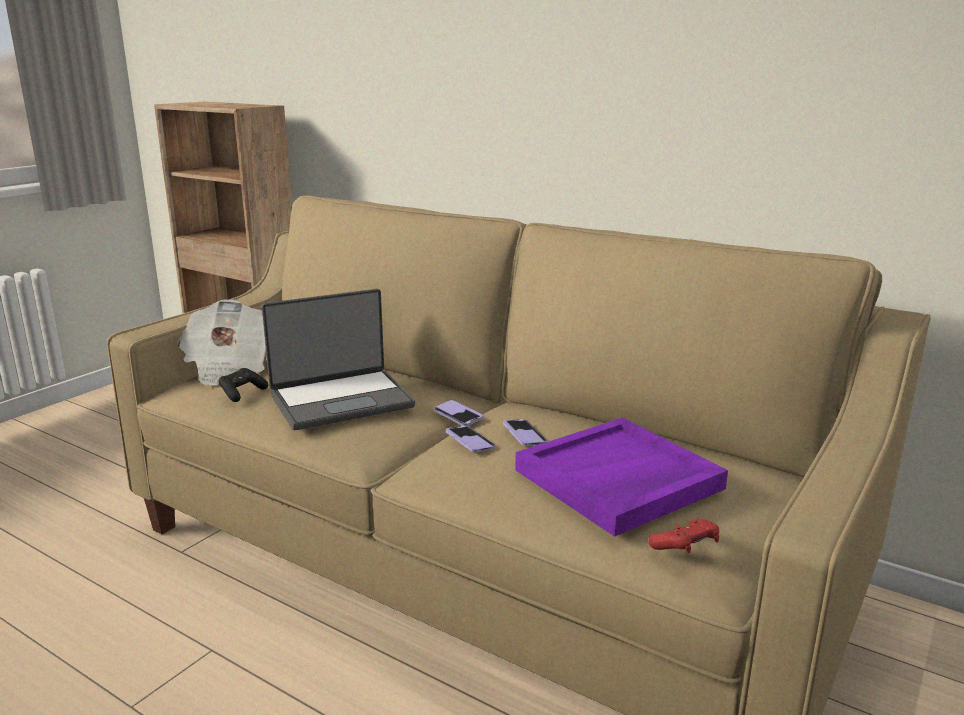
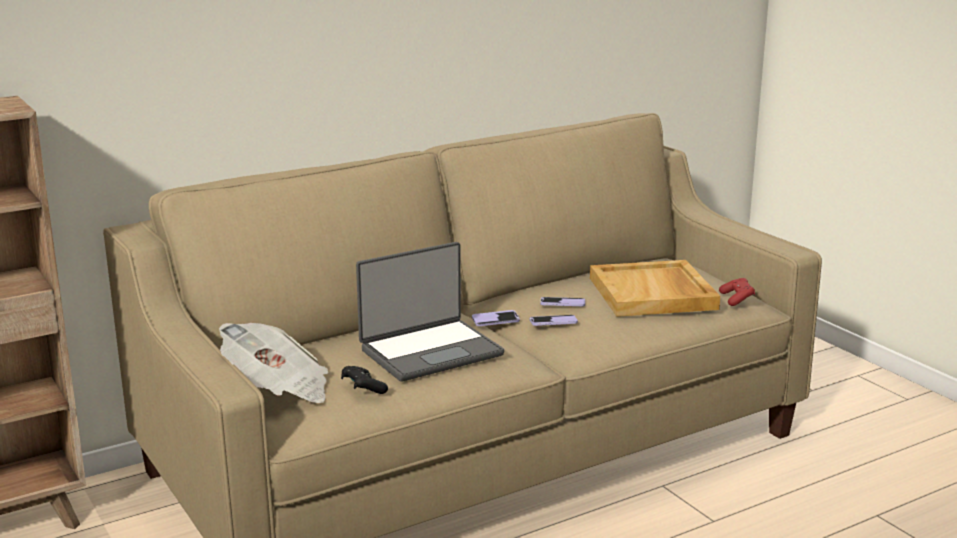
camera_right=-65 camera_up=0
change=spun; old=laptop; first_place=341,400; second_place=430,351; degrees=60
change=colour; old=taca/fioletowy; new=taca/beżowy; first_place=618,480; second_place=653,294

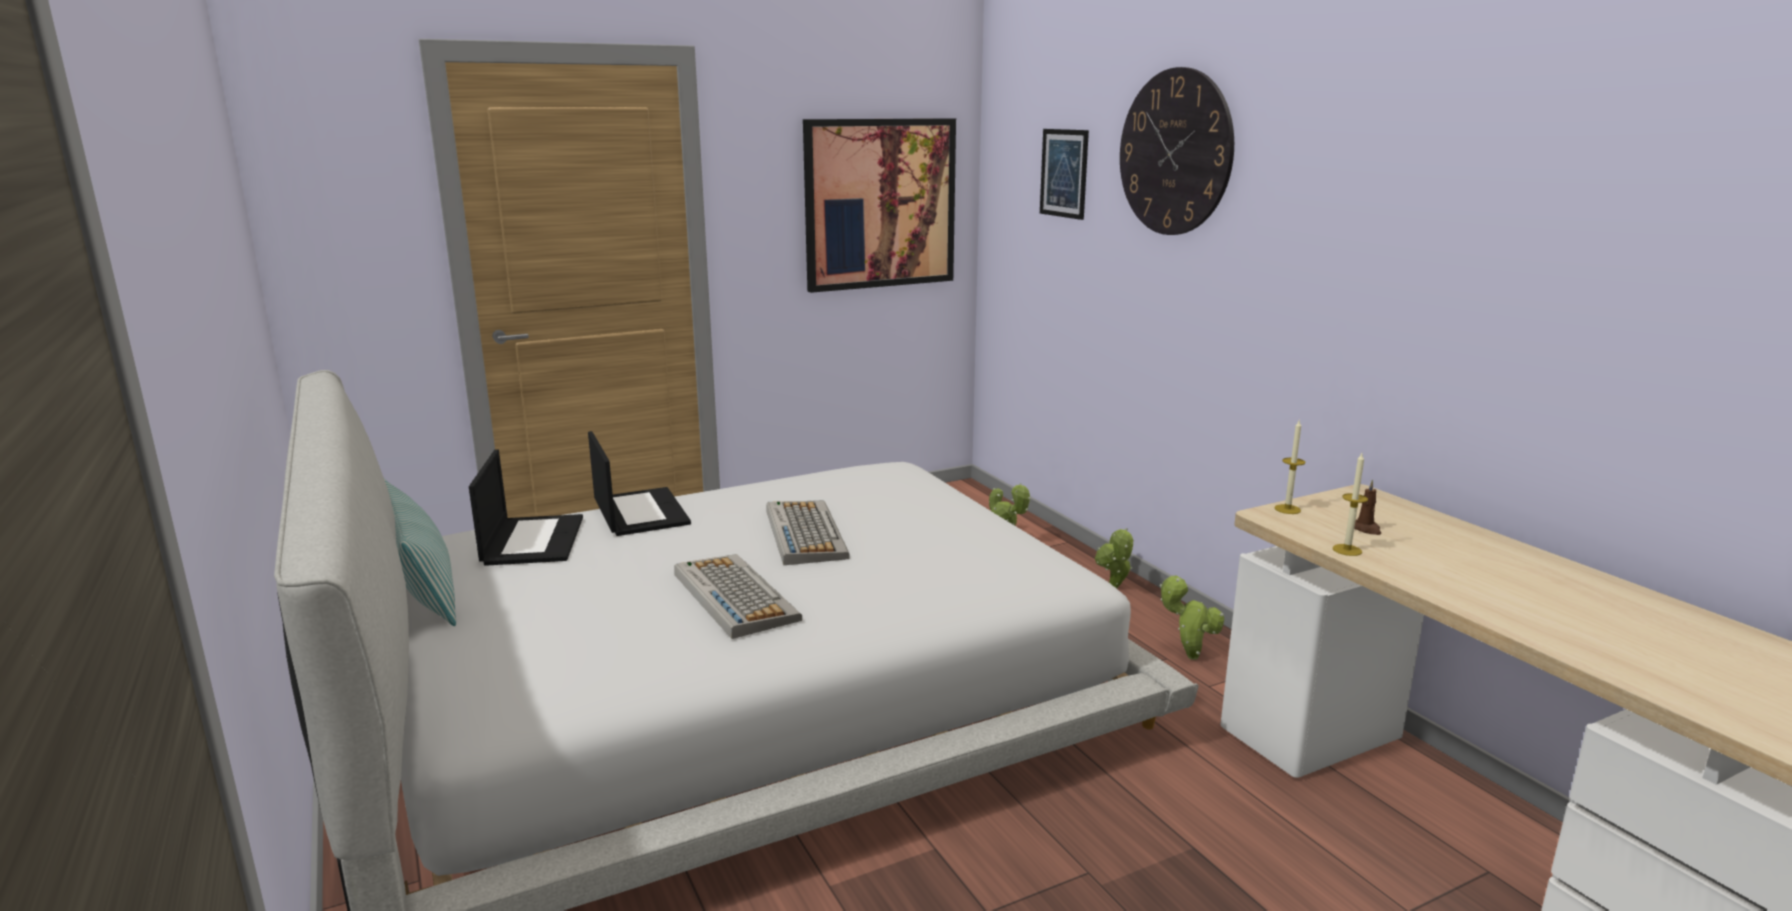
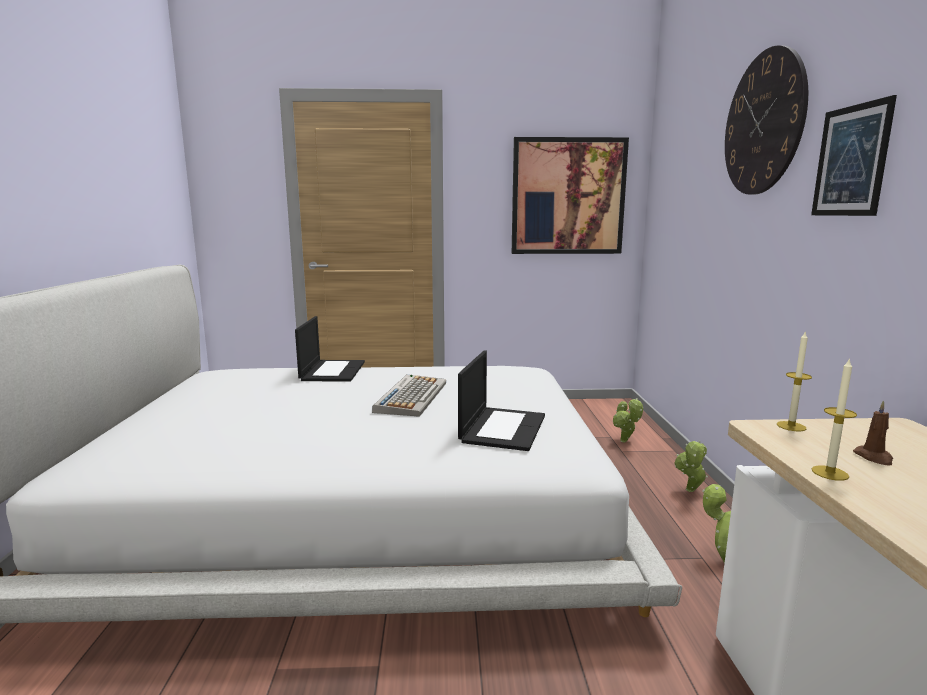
camera_right=25 camera_up=-5
change=missing; old=poduszka; first_place=423,588
change=relocated; old=laptop; first_place=532,540; second_place=502,428
change=missing; old=klawiatura; first_place=733,596
change=relocated; old=obraz; first_place=1064,173; second_place=851,161

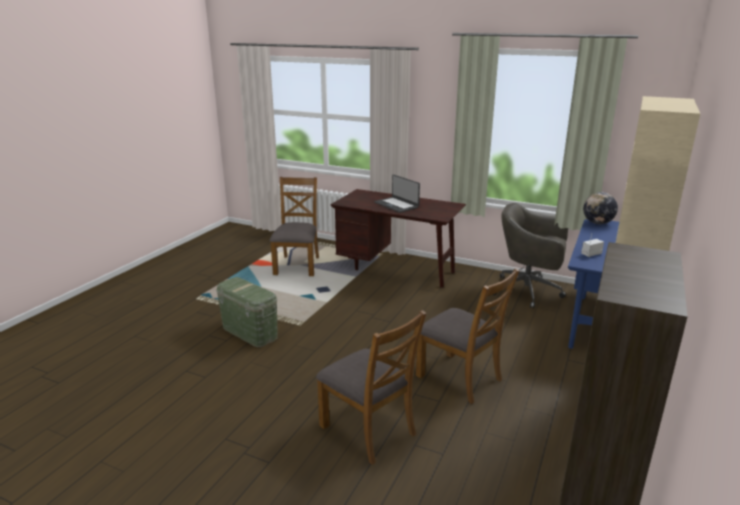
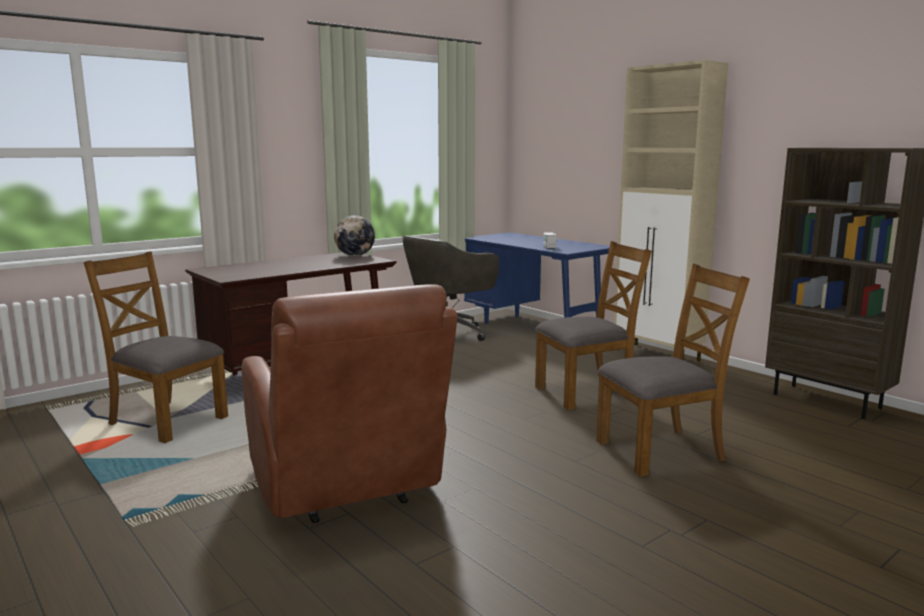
camera_right=-65 camera_up=-10
change=exchanged; old=pojemnik do przechowywania/zielony; new=fotel/brązowy; first_place=249,332; second_place=346,489
change=missing; old=laptop; first_place=396,205
change=relocated; old=globus; first_place=597,223; second_place=355,255

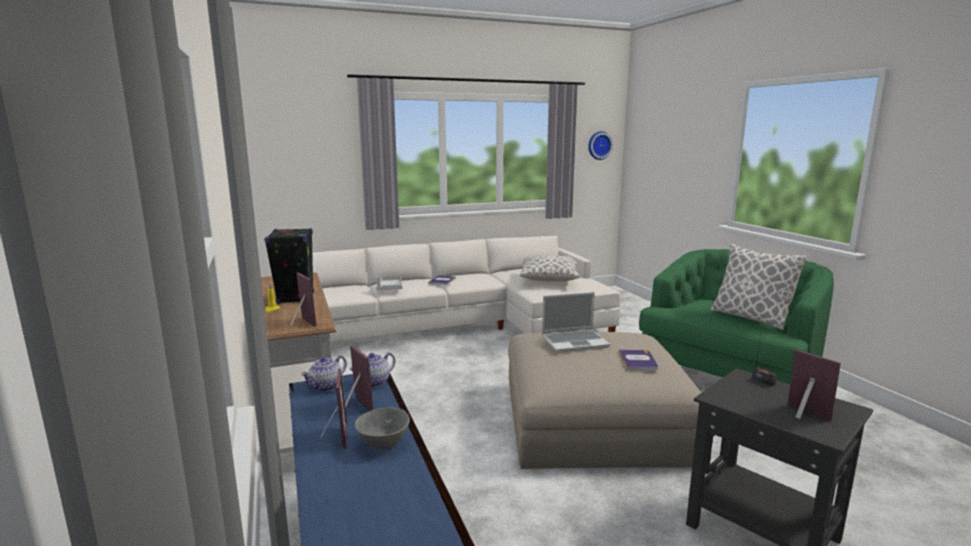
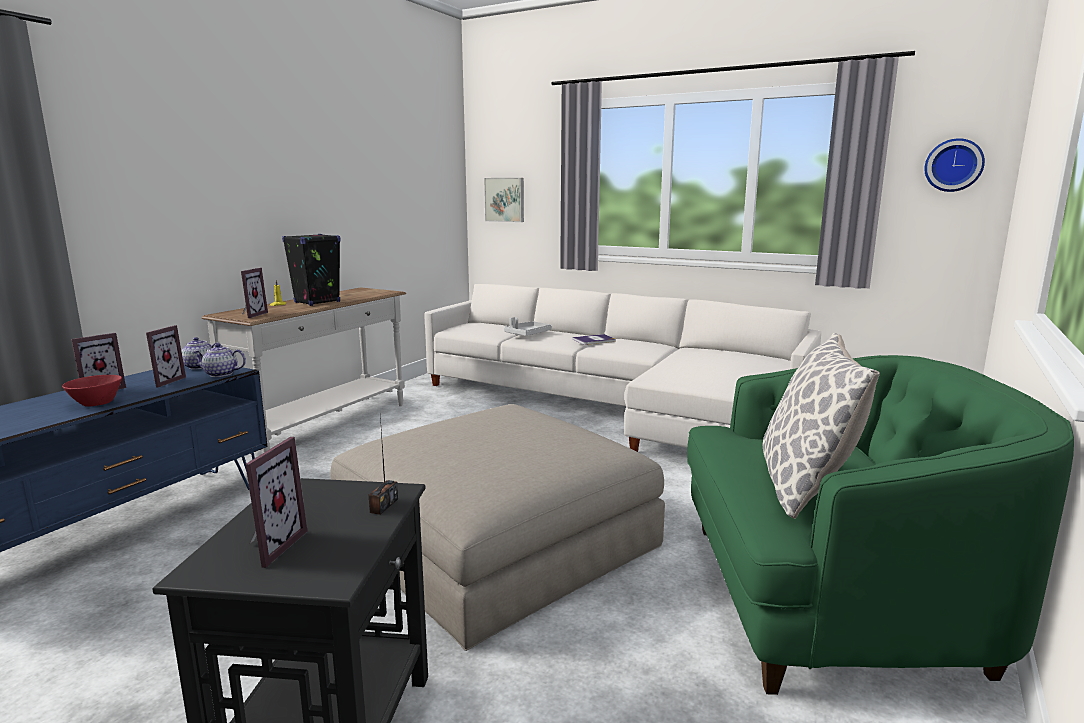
camera_right=50 camera_up=0
change=colour; old=miska/szary; new=miska/czerwony; first_place=382,443; second_place=96,403
change=missing; old=poduszka; first_place=549,280
change=missing; old=laptop; first_place=575,342
change=missing; old=książka; first_place=637,360
change=appeared; new=obraz; second_place=505,199

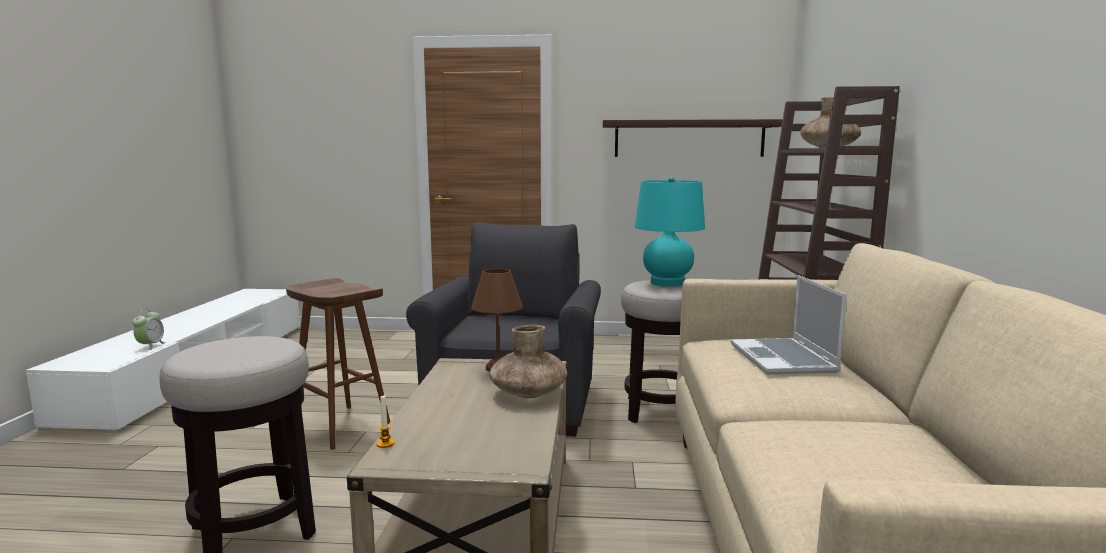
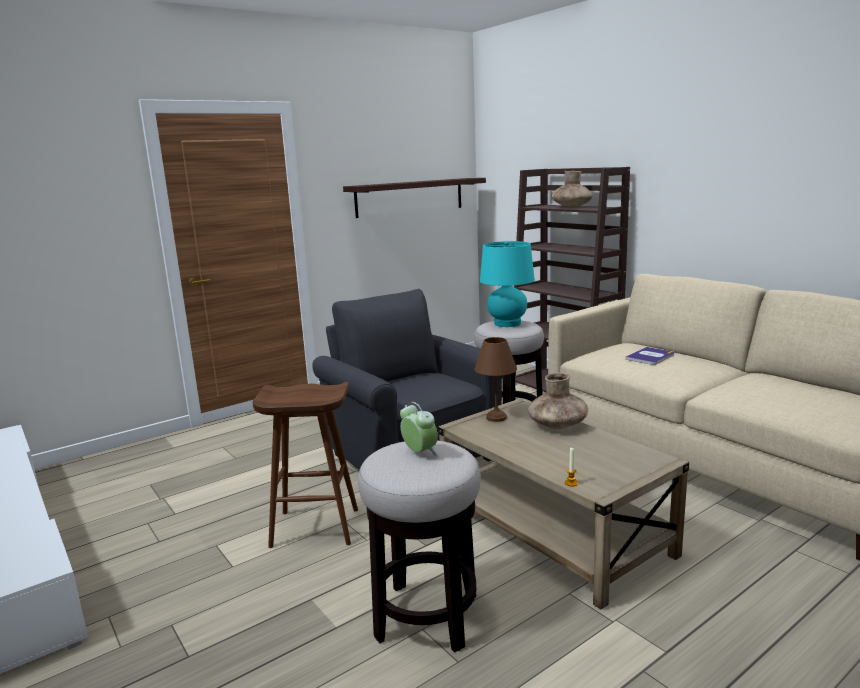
camera_right=-40 camera_up=5
change=relocated; old=budzik; first_place=150,346; second_place=420,453
change=exchanged; old=laptop; new=książka; first_place=784,359; second_place=650,357

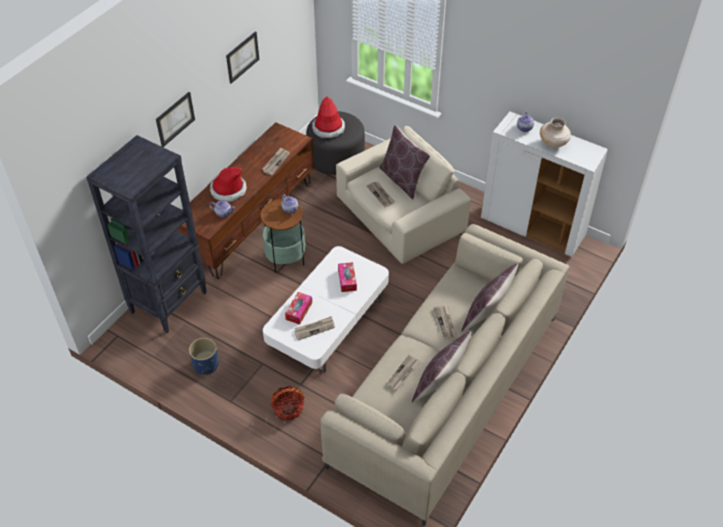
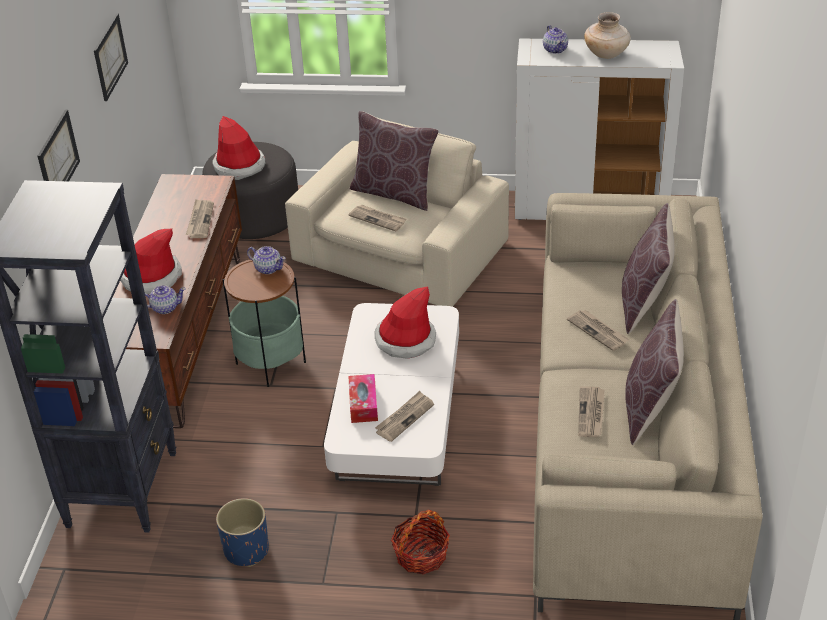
camera_right=-25 camera_up=-10
change=exchanged; old=pudełko chusteczek; new=kapelusz; first_place=347,280; second_place=405,340

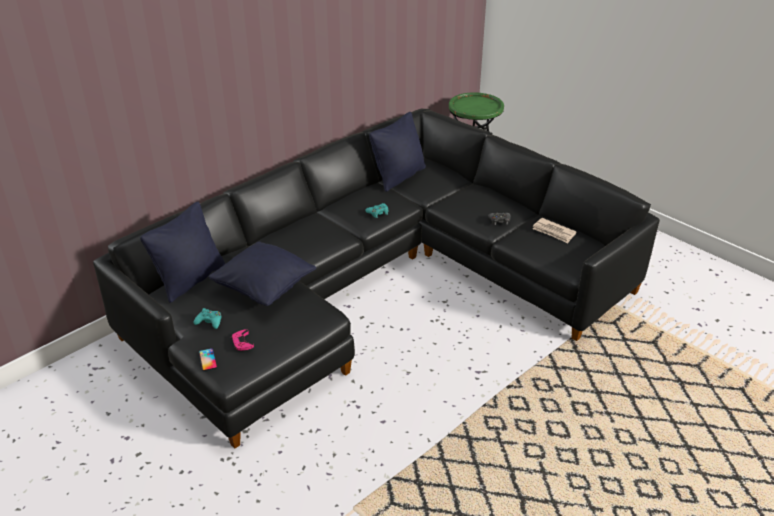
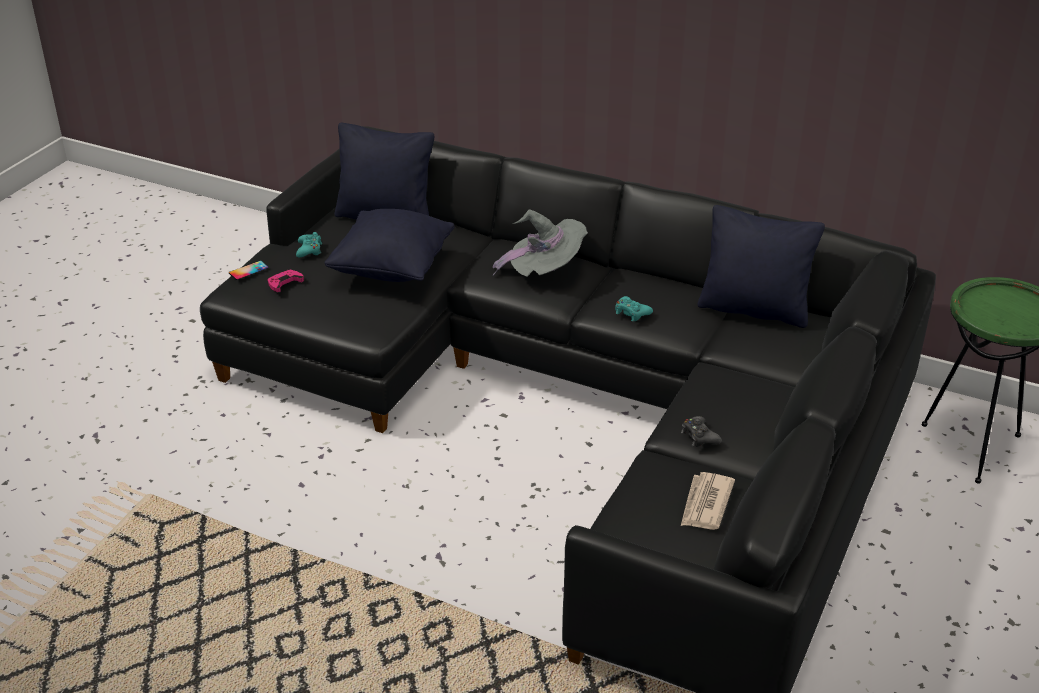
camera_right=70 camera_up=0
change=appeared; new=kapelusz/szary; second_place=545,272

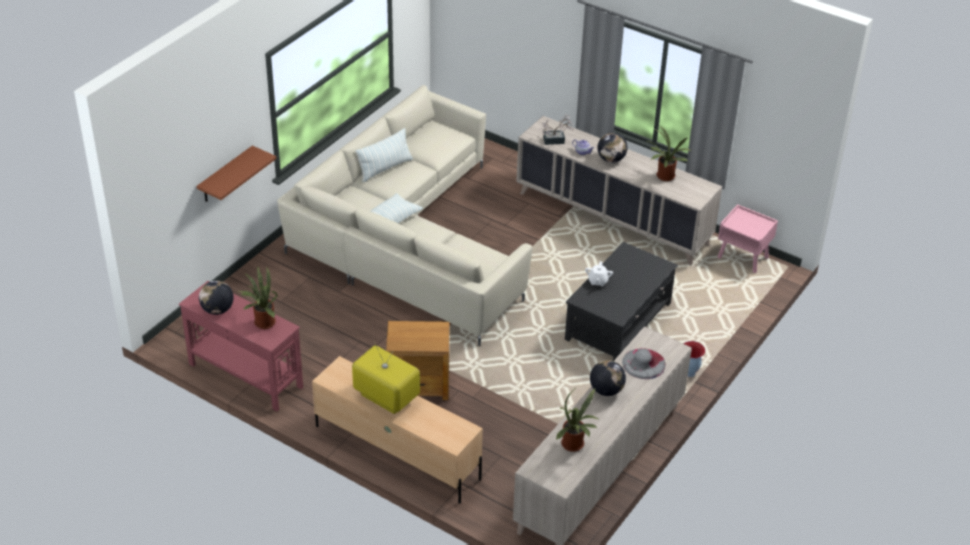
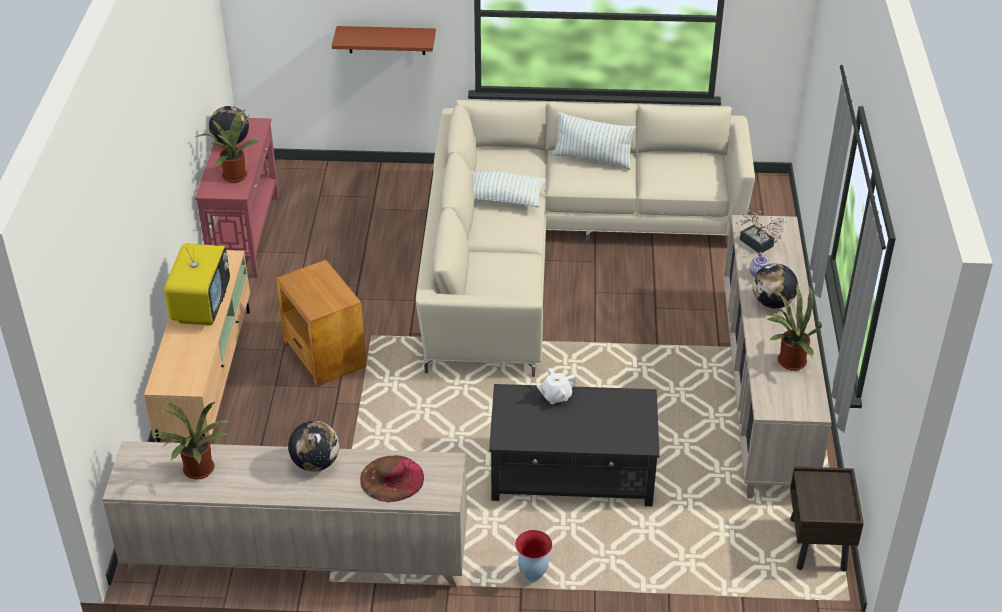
camera_right=60 camera_up=0
change=colour; old=kapelusz/szary; new=kapelusz/brązowy; first_place=643,363; second_place=392,478
change=colour; old=szafka nocna/różowy; new=szafka nocna/brązowy; first_place=743,258; second_place=818,545

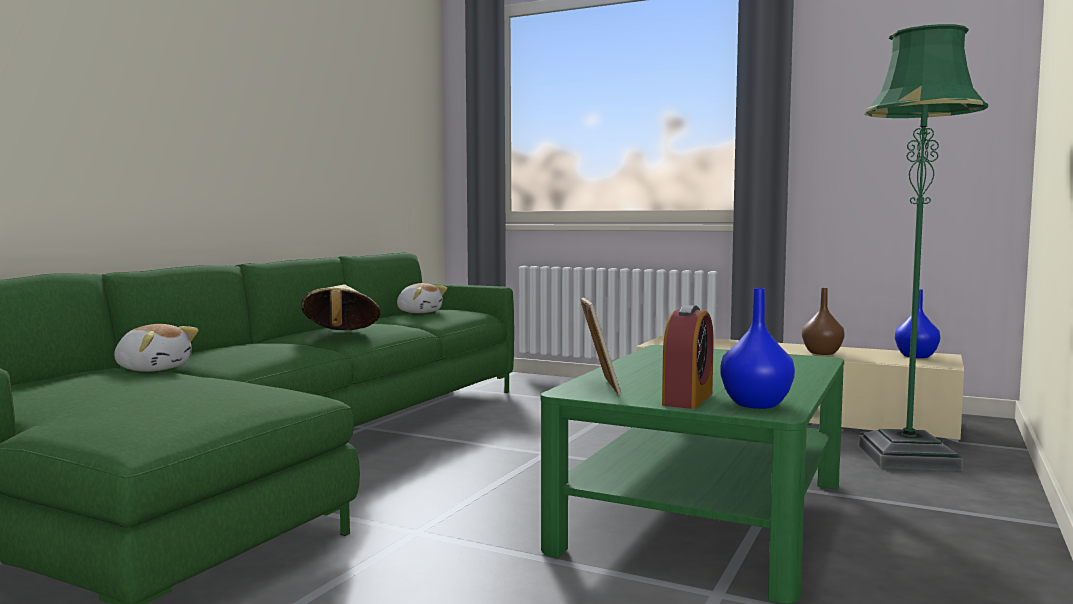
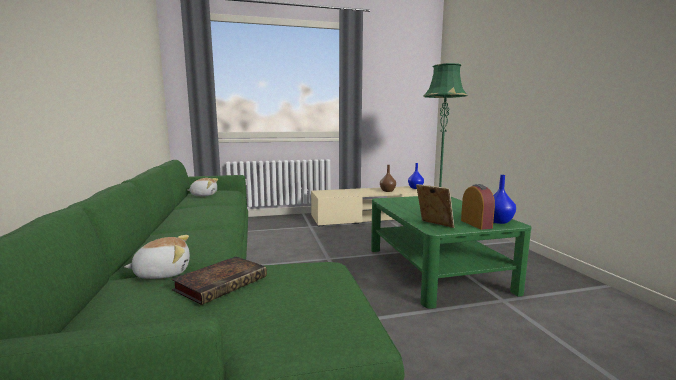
camera_right=-40 camera_up=5
change=missing; old=kapelusz/beżowy; first_place=341,334
change=appeared; new=książka; second_place=222,282

